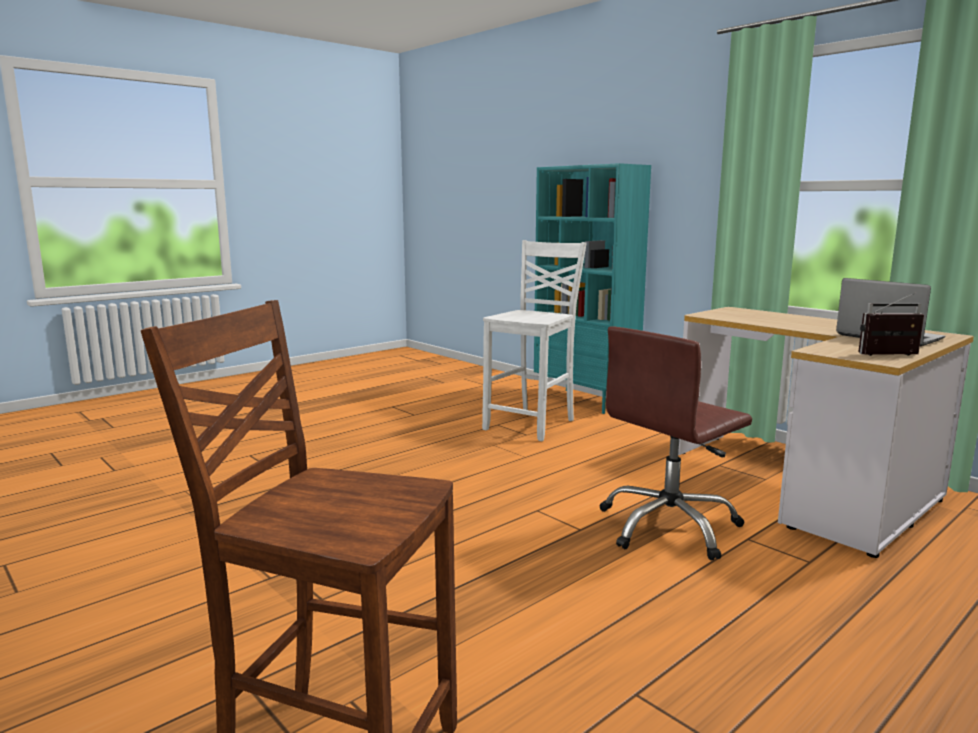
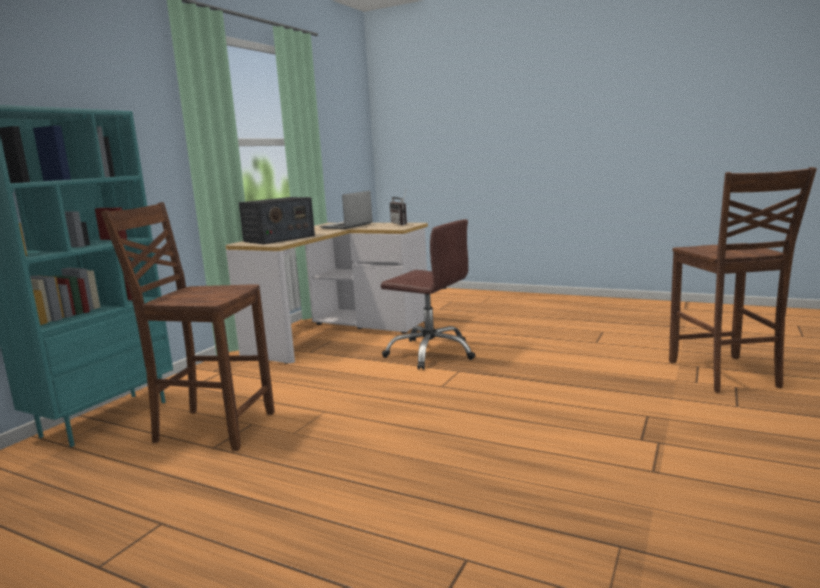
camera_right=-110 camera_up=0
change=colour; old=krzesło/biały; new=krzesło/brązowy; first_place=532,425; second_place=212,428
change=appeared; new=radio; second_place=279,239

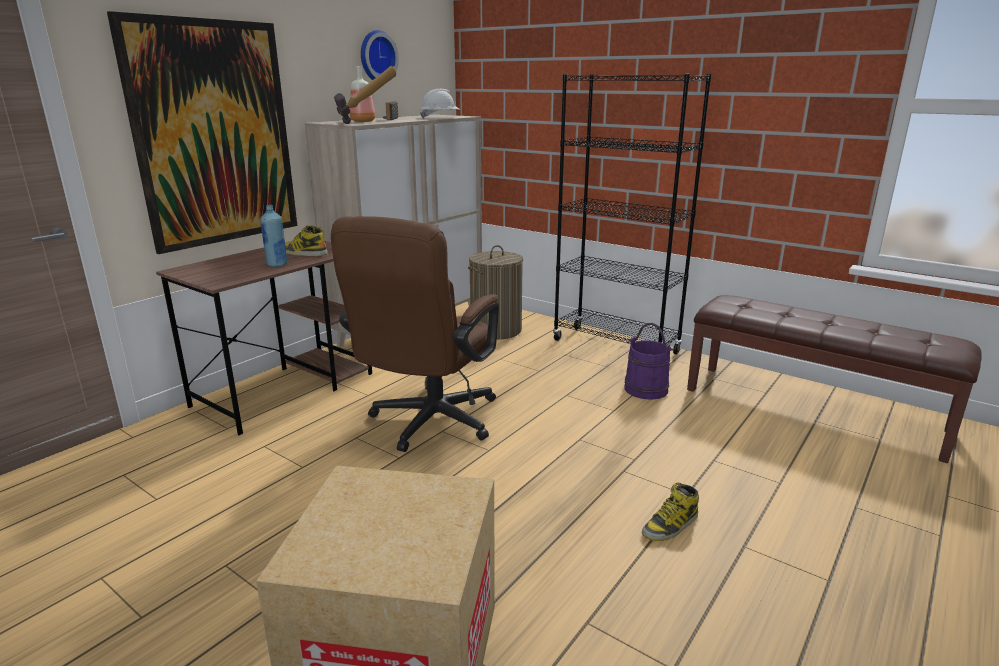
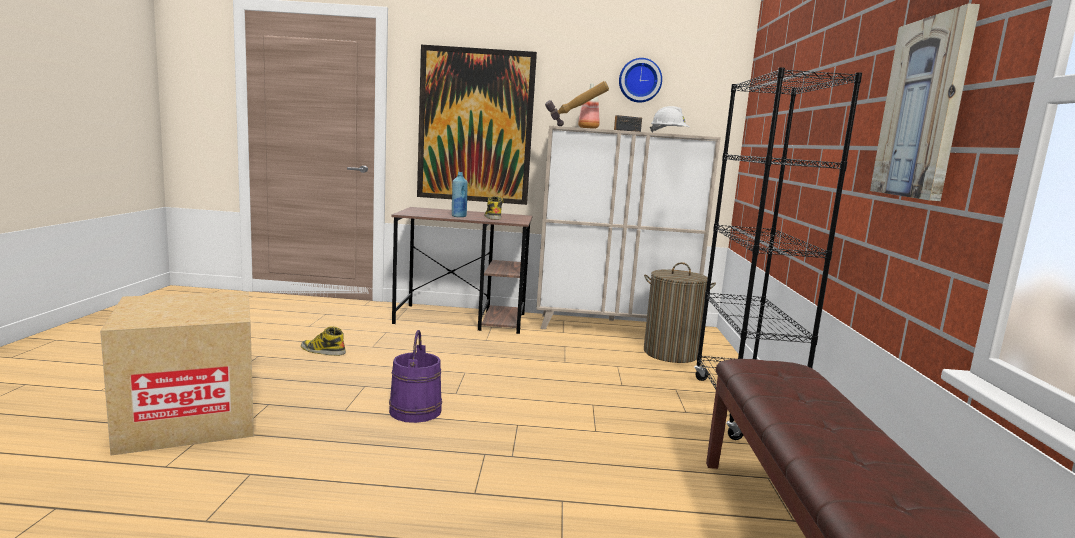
camera_right=55 camera_up=-10
change=missing; old=krzesło biurowe/brązowy; first_place=428,424
change=relocated; old=wiadro/fioletowy; first_place=646,389; second_place=416,411
change=relocated; old=but z cholewką; first_place=670,525; second_place=322,351
change=appeared; new=obraz; second_place=923,109

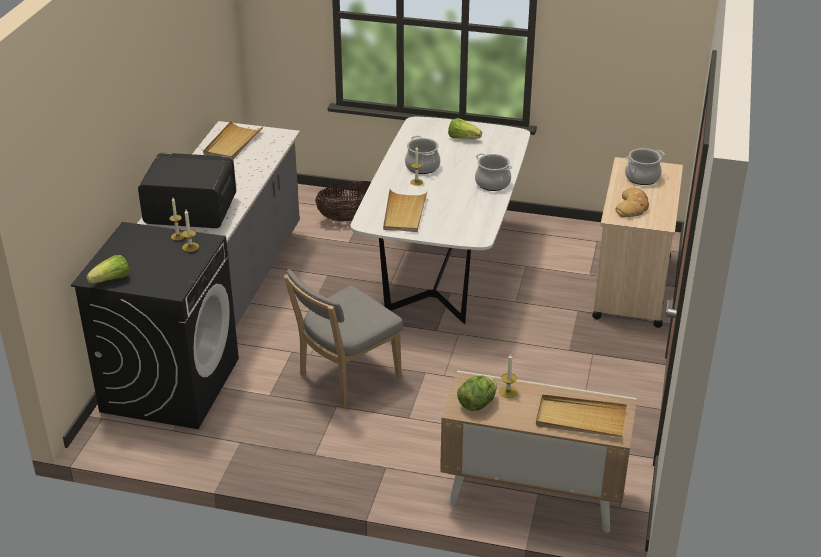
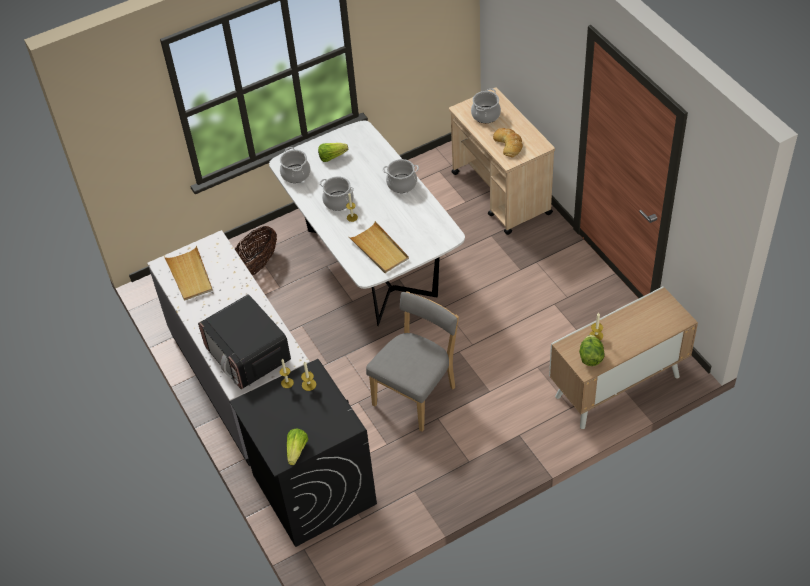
camera_right=-40 camera_up=15
change=spun; old=mikrofalówka; first_place=190,211; second_place=248,355; degrees=-90
change=spun; old=krzesło/szary; first_place=345,378; second_place=417,394; degrees=-150
change=missing; old=taca/beżowy; first_place=580,419
change=appeared; new=garnek; second_place=295,174

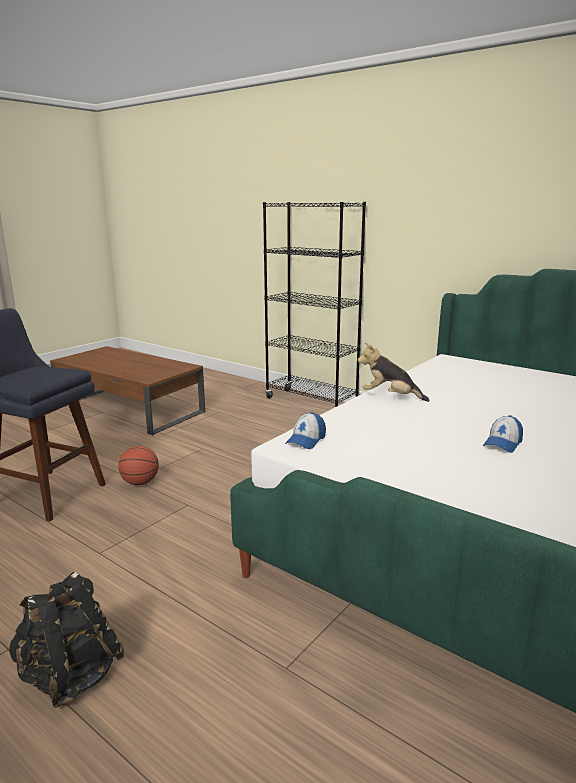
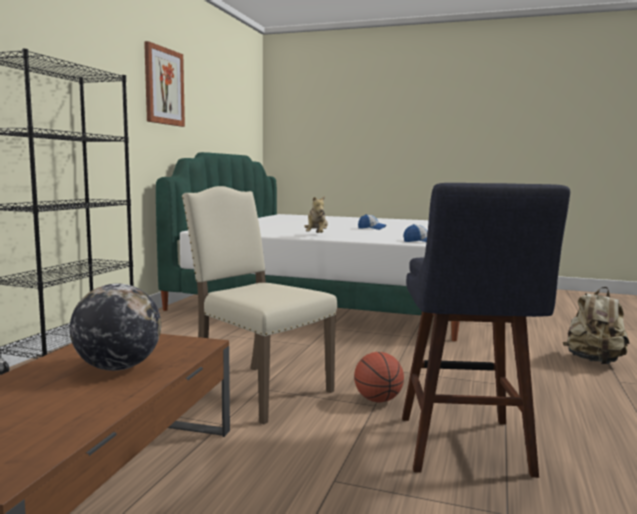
camera_right=-110 camera_up=-10
change=colour; old=plecak/czarny; new=plecak/beżowy; first_place=70,676; second_place=594,361
change=appeared; new=globus; second_place=118,367
change=appeared; new=obraz; second_place=163,86
change=appeared; new=krzesło/beżowy; second_place=258,390

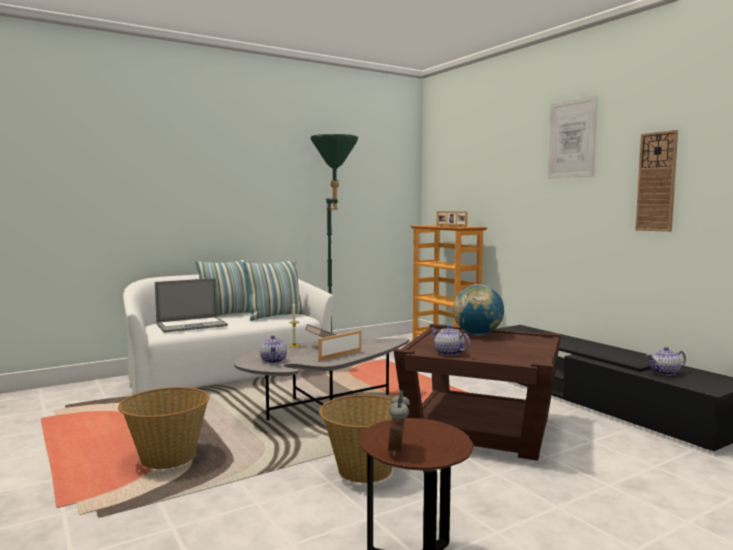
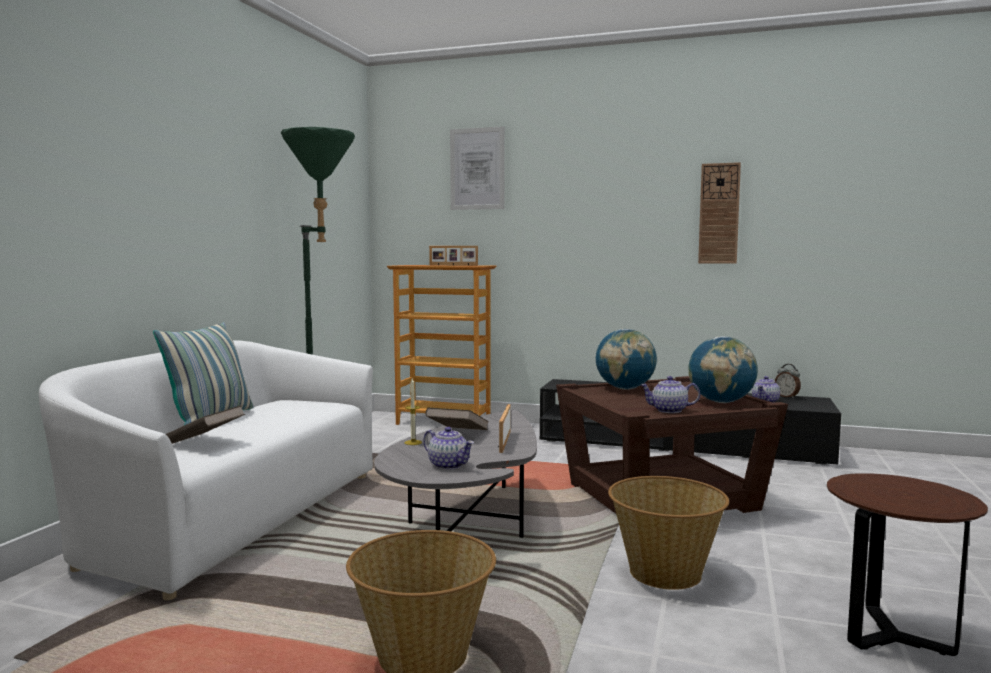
camera_right=-40 camera_up=0
change=exchanged; old=laptop; new=książka/brązowy; first_place=191,325; second_place=203,443
change=missing; old=poduszka; first_place=275,316
change=relocated; old=budzik; first_place=398,450; second_place=787,397
change=relocated; old=obraz; first_place=572,139; second_place=477,169
change=appeared; new=globus; second_place=721,402

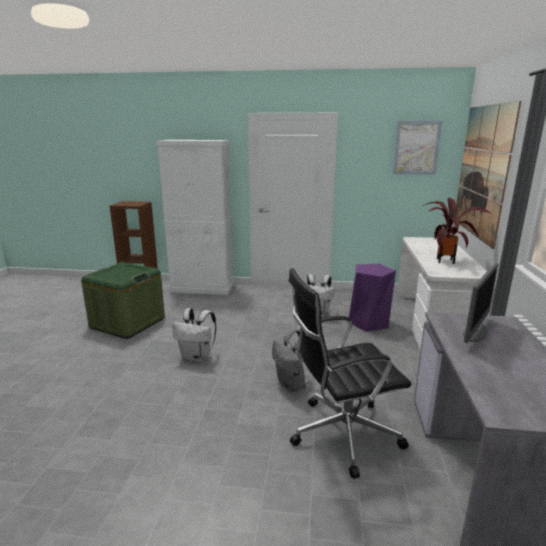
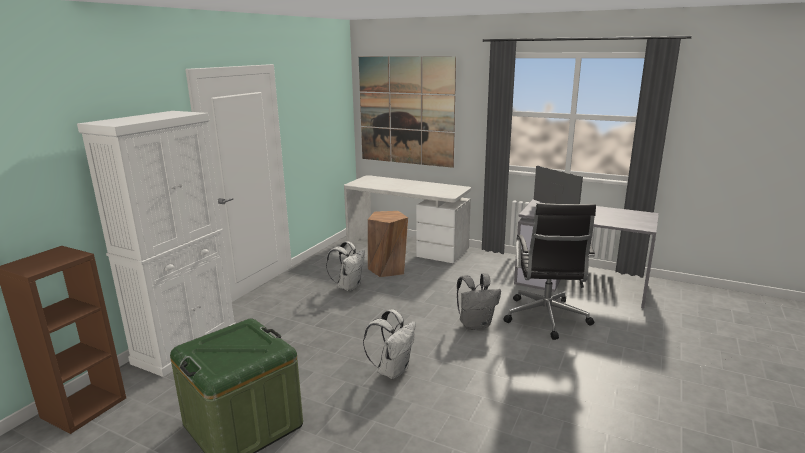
camera_right=-70 camera_up=0
change=colour; old=stołek/fioletowy; new=stołek/brązowy; first_place=368,322; second_place=388,269
change=missing; old=obraz; first_place=416,148
change=missing; old=roślina doniczkowa; first_place=446,260

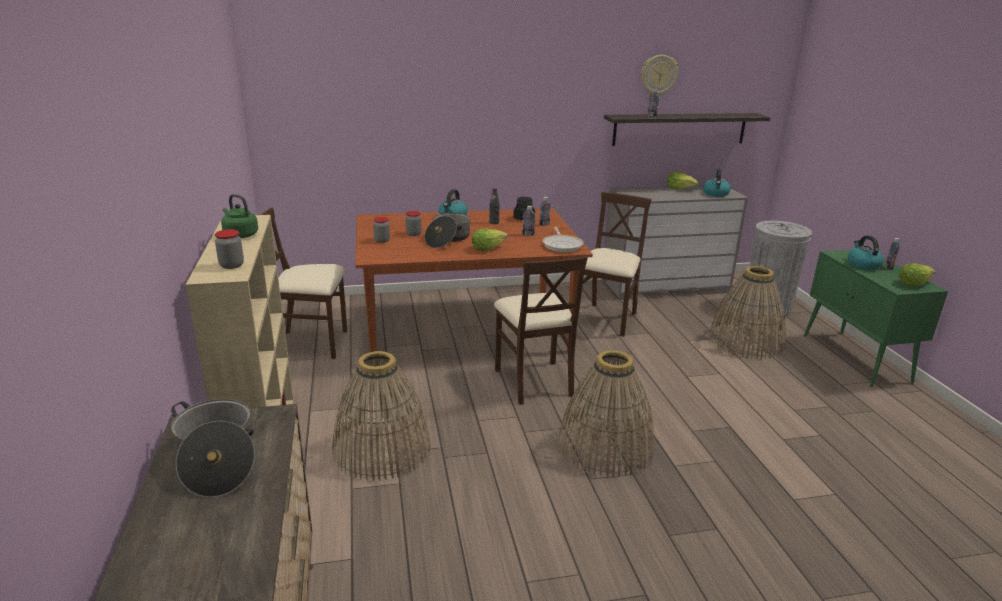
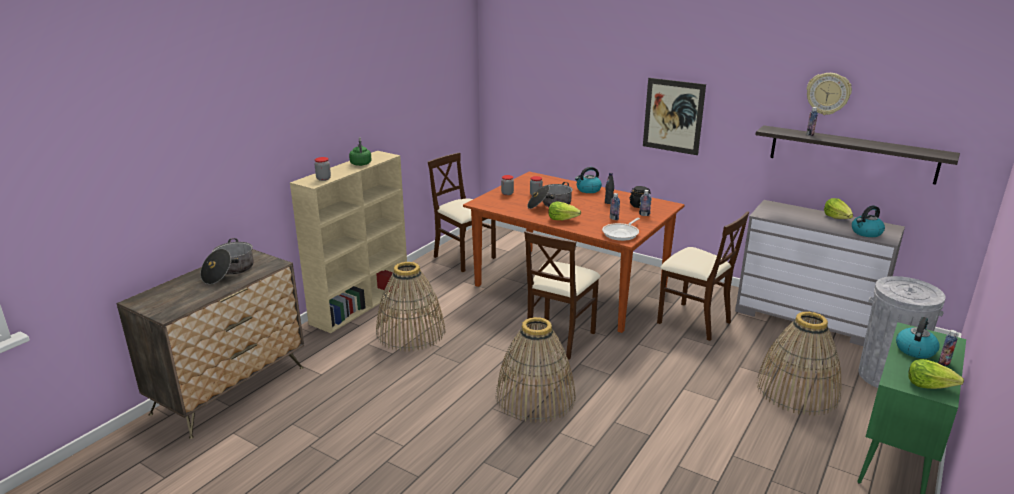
camera_right=45 camera_up=0
change=spun; old=krzesło/beżowy; first_place=605,319; second_place=693,321; degrees=60
change=appeared; new=obraz; second_place=673,116

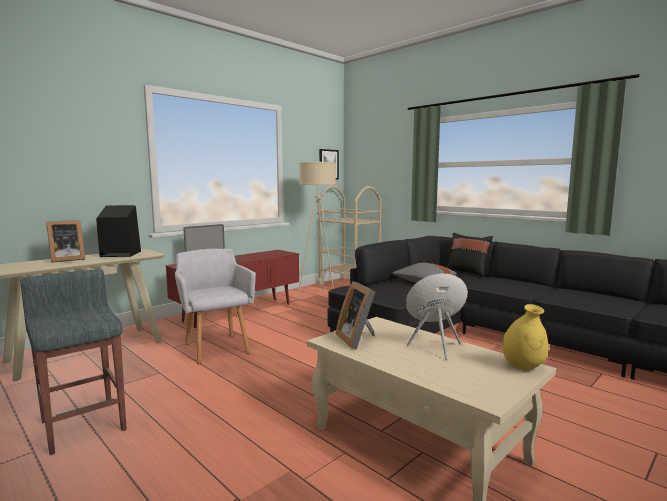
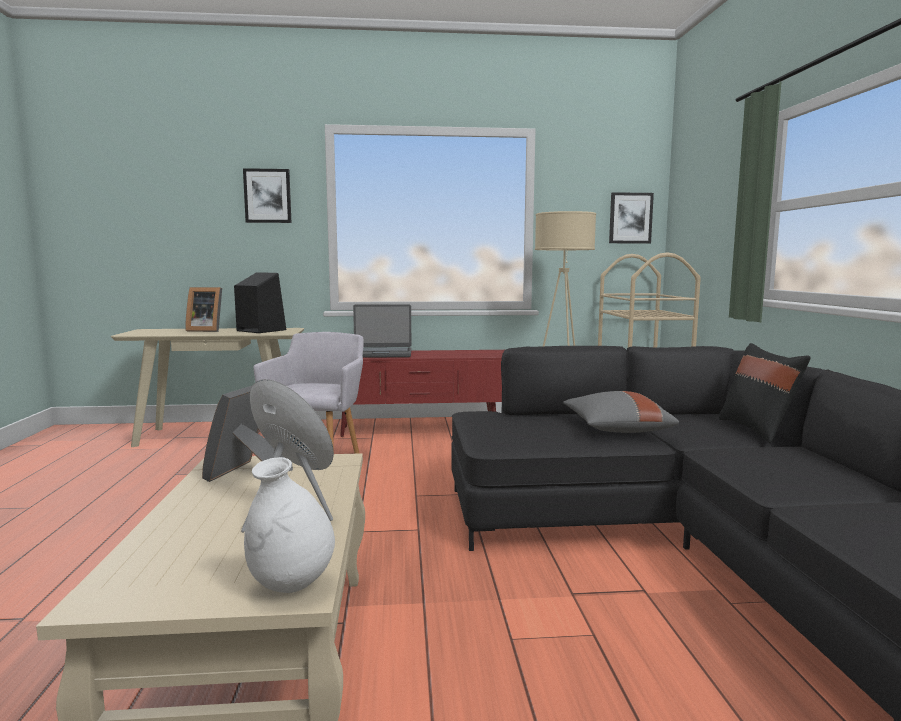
camera_right=40 camera_up=0
change=missing; old=stołek/szary; first_place=83,424
change=colour; old=wazon/żółty; new=wazon/biały; first_place=523,367; second_place=291,586
change=appeared; new=obraz; second_place=267,196

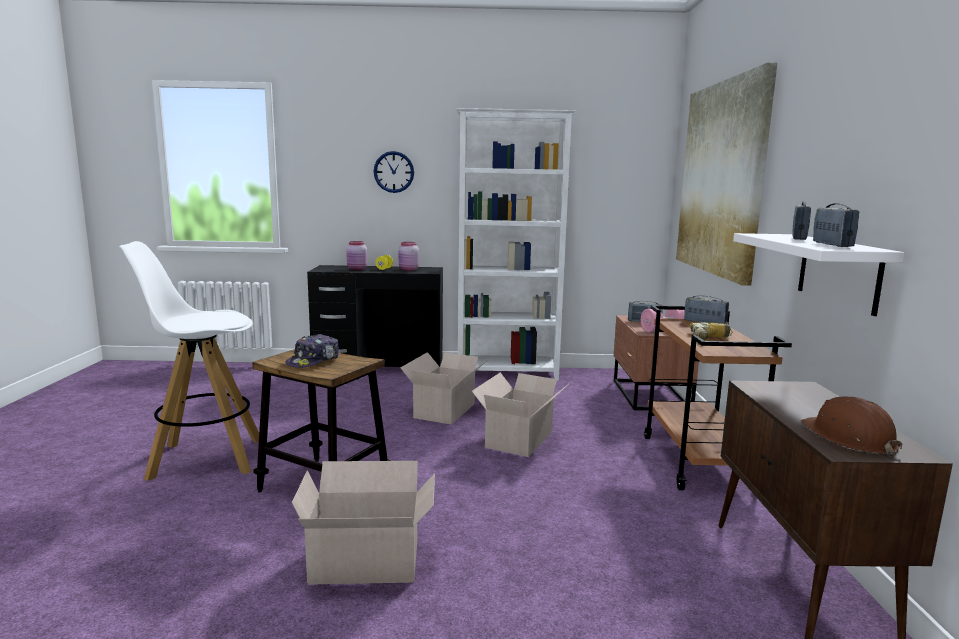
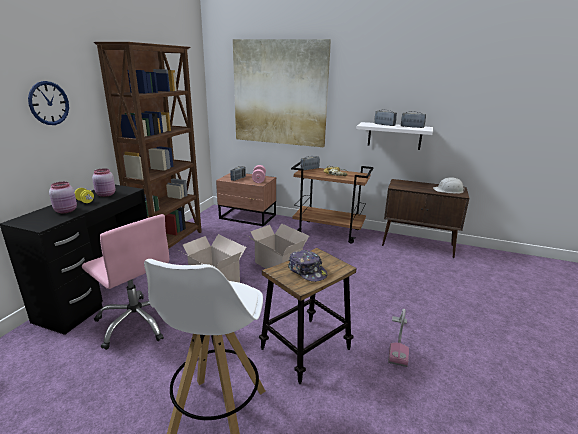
camera_right=-70 camera_up=10
change=exchanged; old=karton; new=odkurzacz; first_place=368,562; second_place=398,341
change=colour; old=regał/biały; new=regał/brązowy; first_place=508,373; second_place=170,243
change=colour; old=kask/brązowy; new=kask/biały; first_place=849,437; second_place=448,190
change=appeared; new=krzesło biurowe/różowy; second_place=137,321

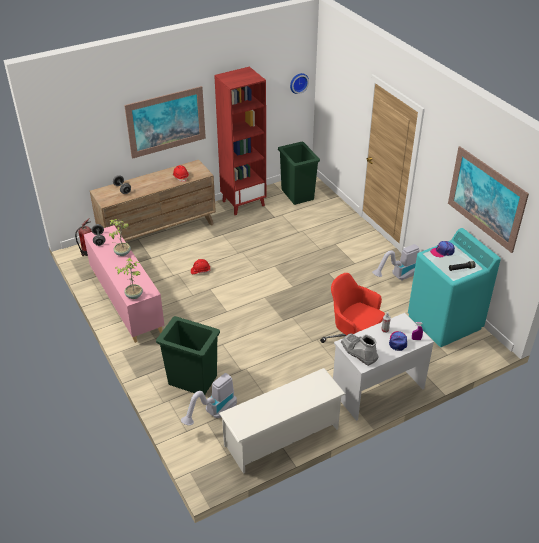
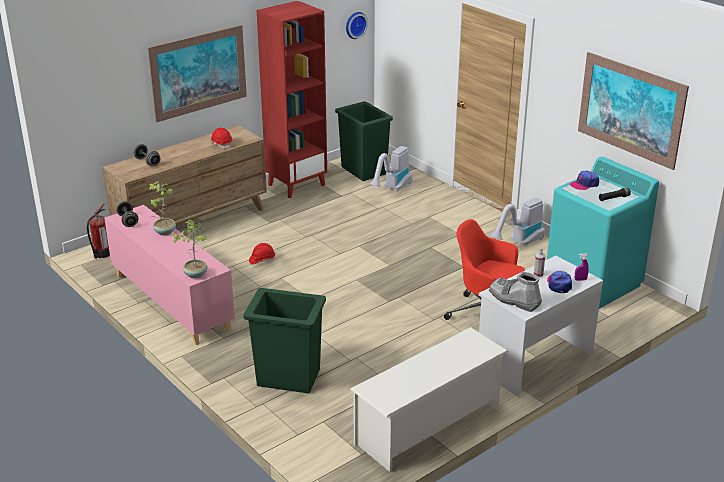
camera_right=-10 camera_up=-10
change=relocated; old=odkurzacz; first_place=213,414; second_place=392,189

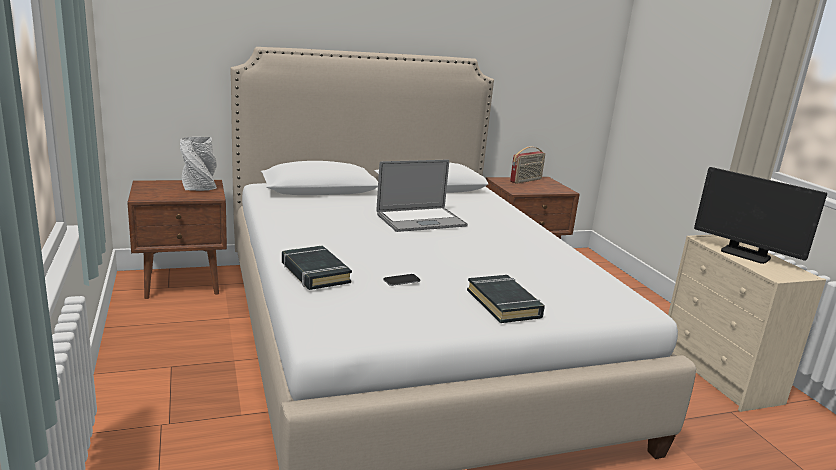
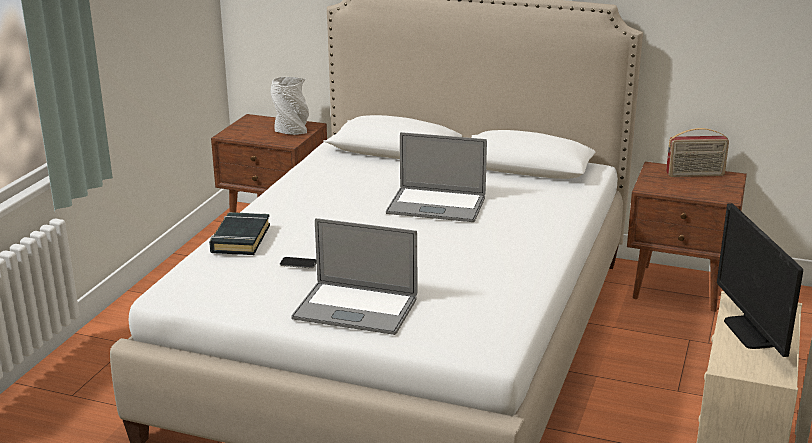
camera_right=40 camera_up=5
change=exchanged; old=książka/czarny; new=laptop; first_place=504,304; second_place=355,308

